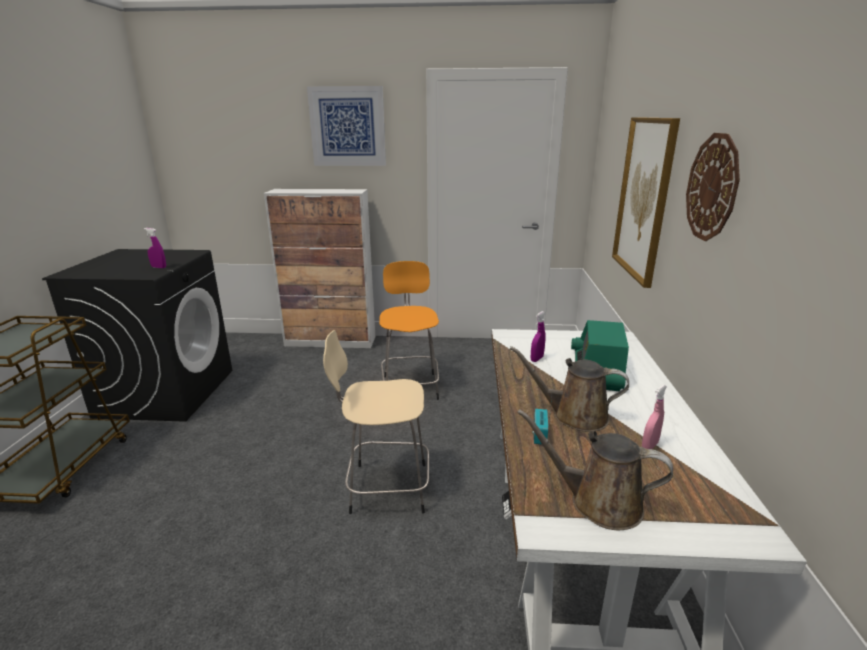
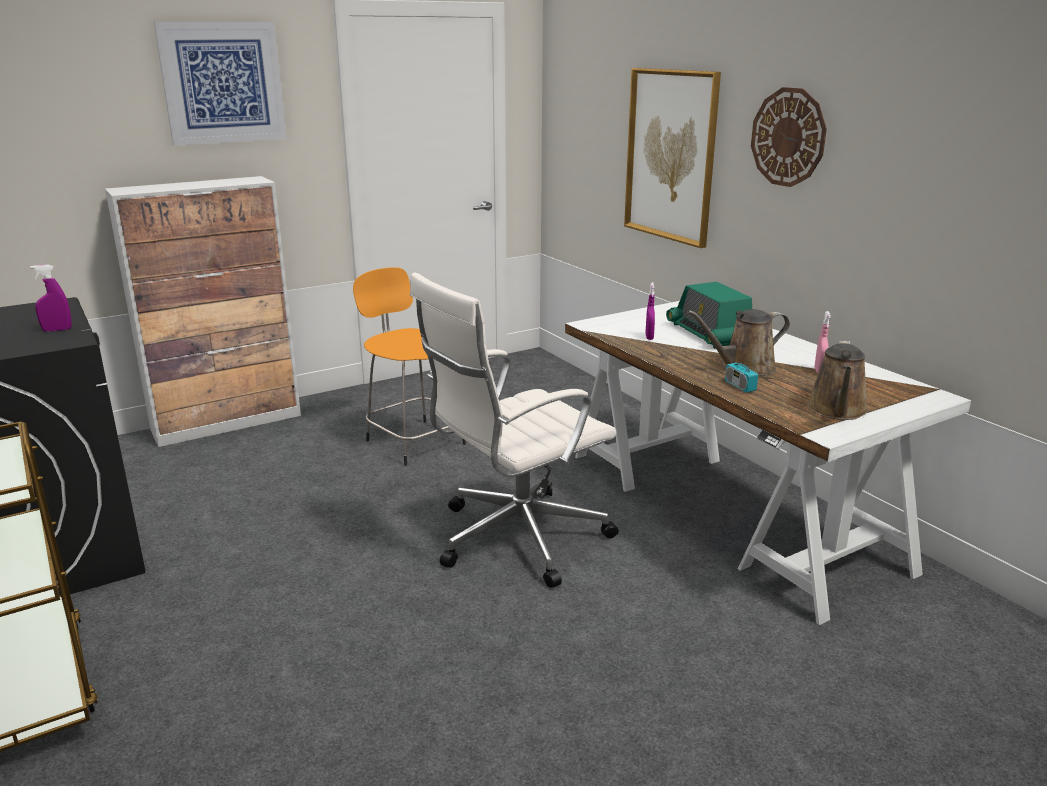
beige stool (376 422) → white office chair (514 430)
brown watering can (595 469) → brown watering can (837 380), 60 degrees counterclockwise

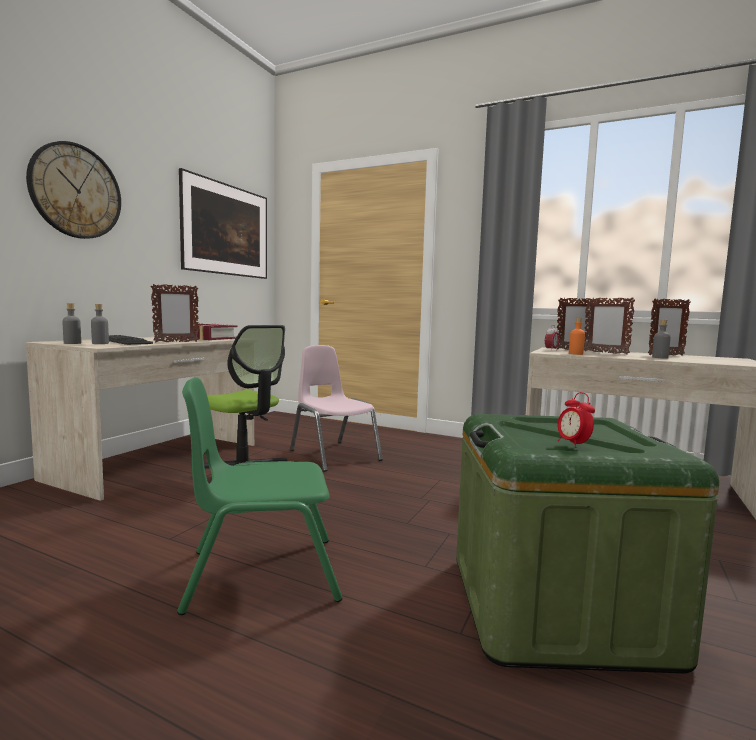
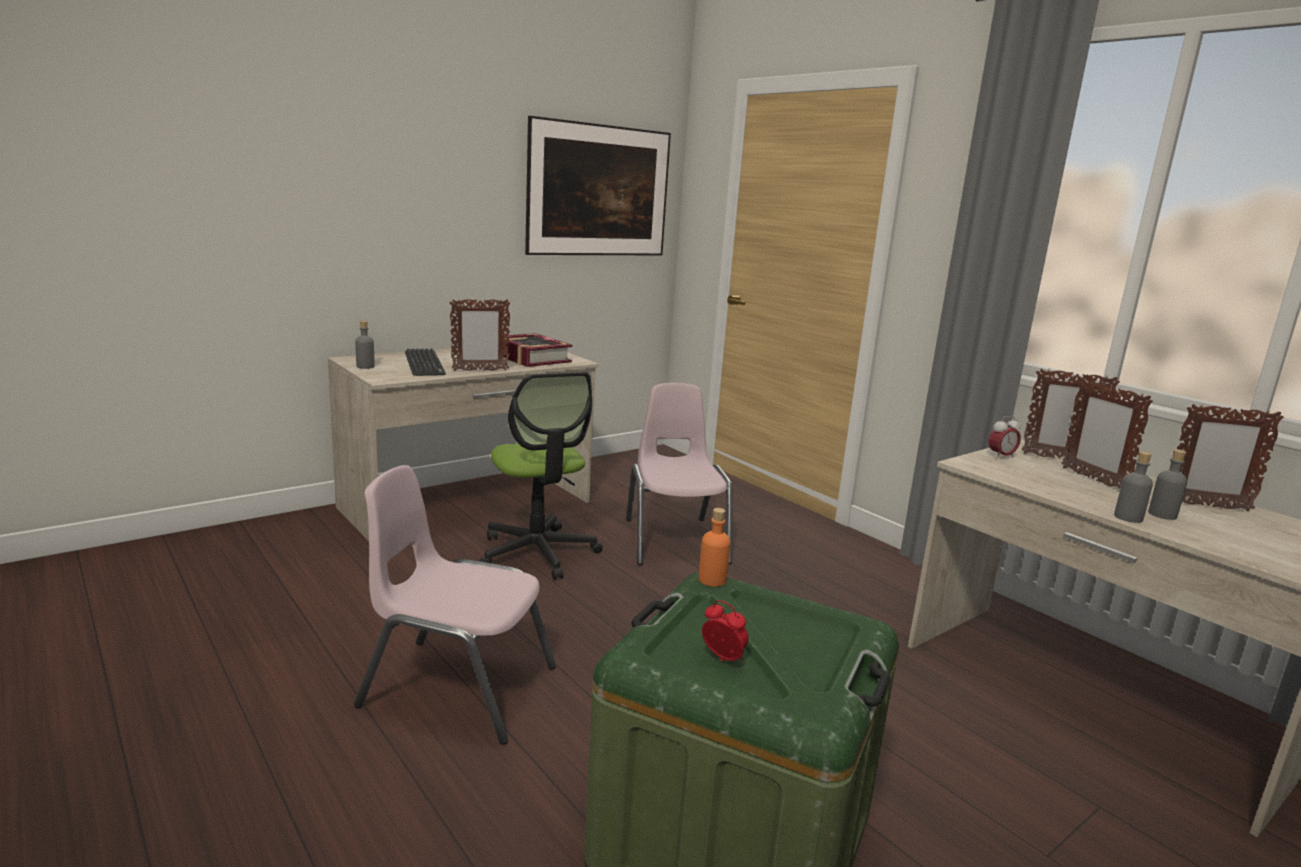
wall clock (73 190) → -
grey bottle (100 324) → grey bottle (1133 487), move
orange bottle (577 336) → orange bottle (714 547), move
green chair (260 496) → pink chair (455 605)
alarm clock (576 420) → alarm clock (725 631), 120 degrees clockwise

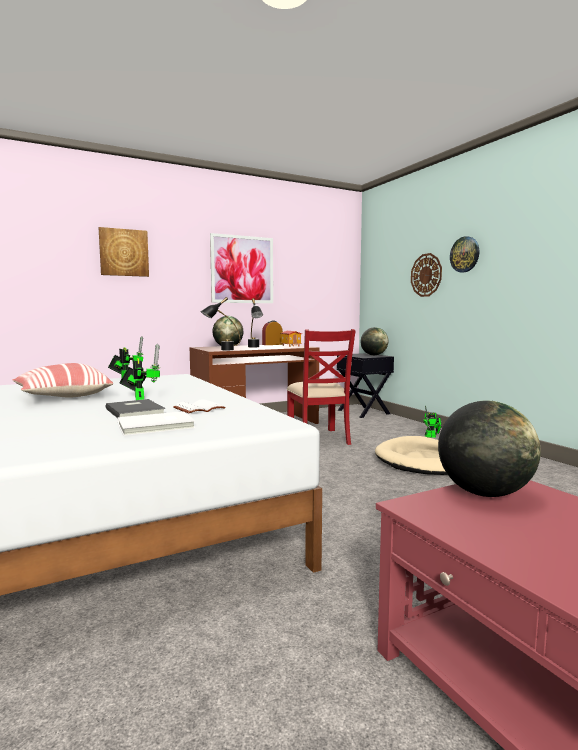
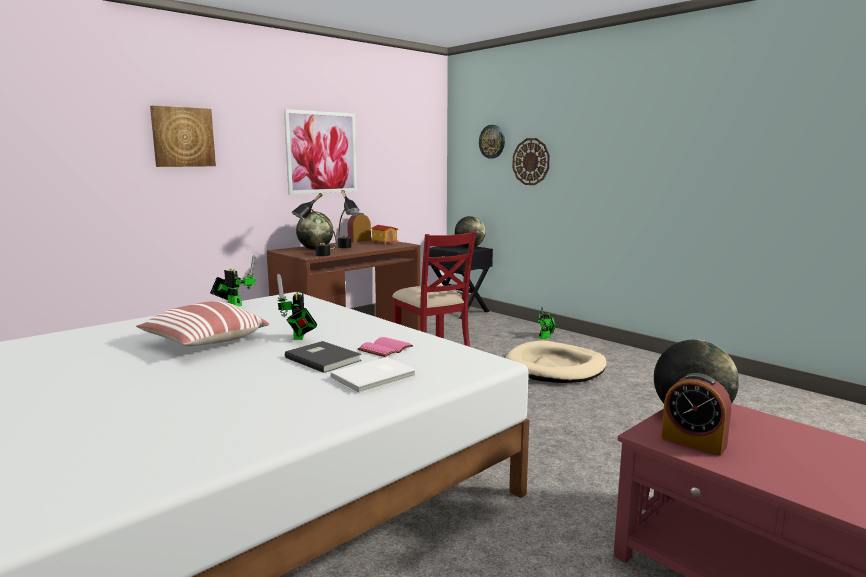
wall clock (464 254) → wall clock (492 141), move
toy robot (139 371) → toy robot (297 306), 150 degrees counterclockwise
white book (199 406) → pink book (385 347)
- → alarm clock (696 414)

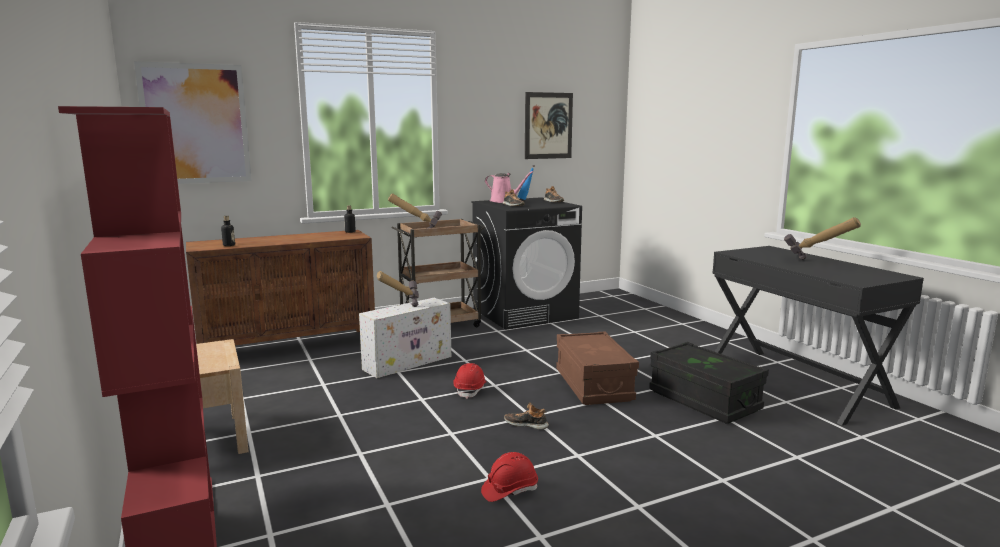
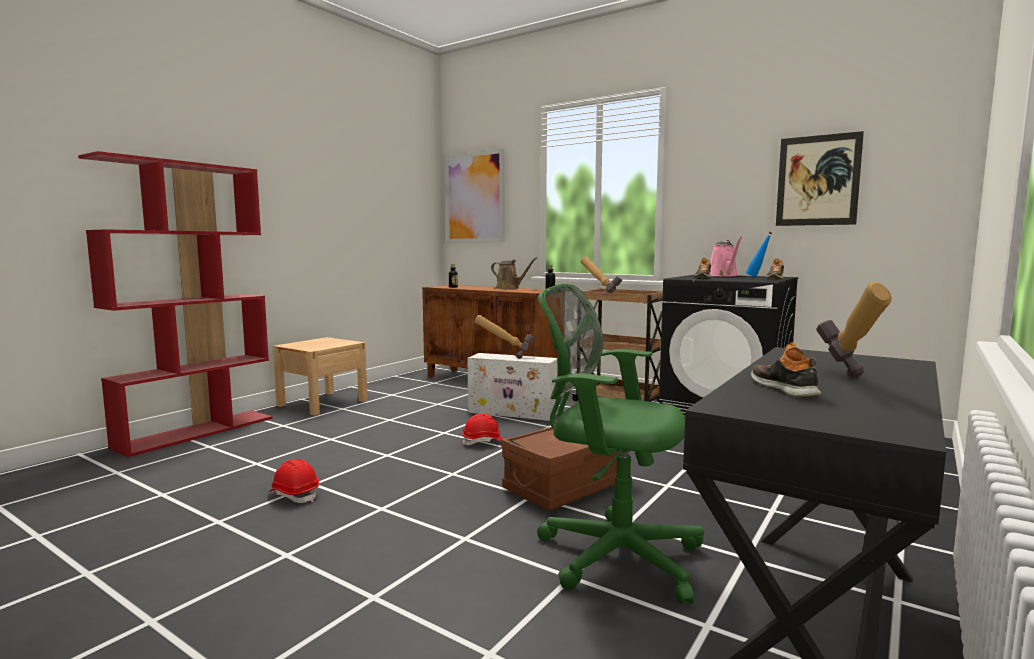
black storage box (709 383) → green office chair (620 444)
shoe (526 416) → shoe (786 369), move
- → brown watering can (514 273)

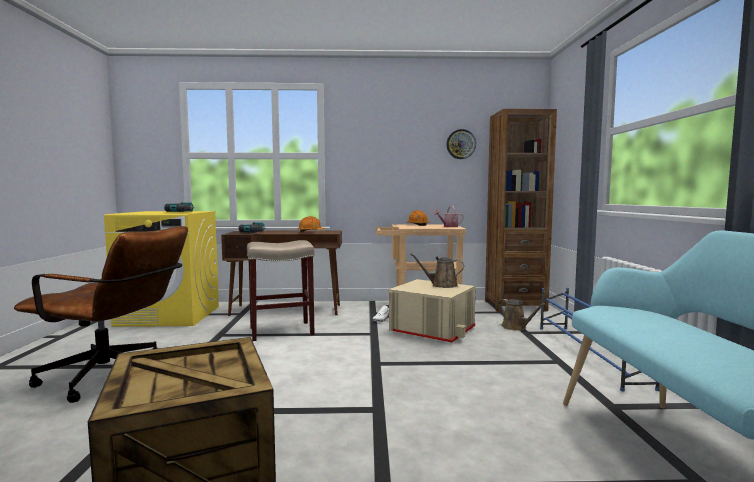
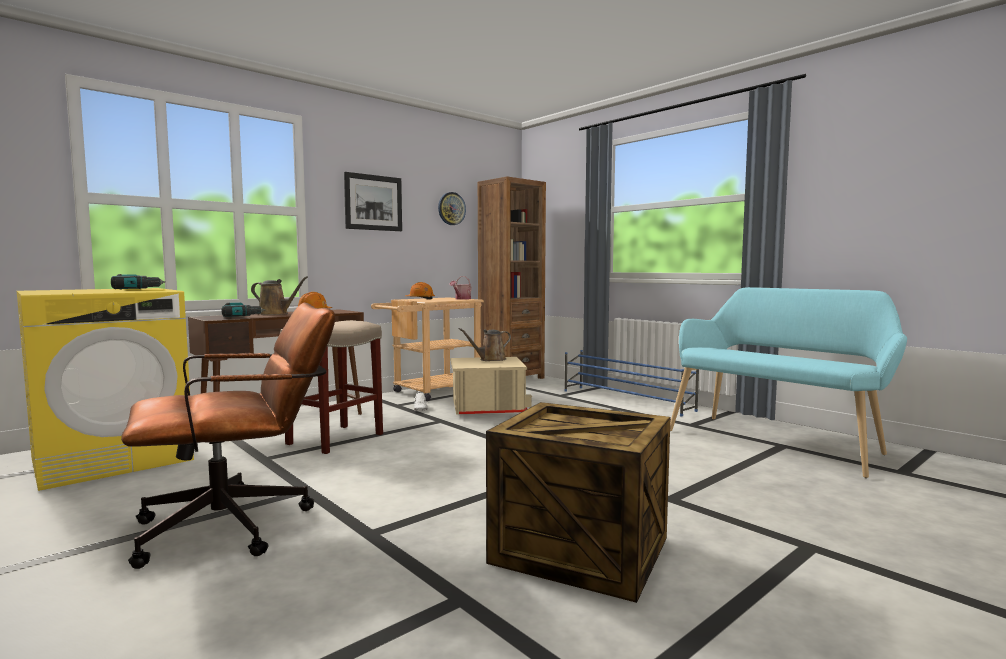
brown watering can (522 315) → brown watering can (279 295), move
- → picture (373 201)

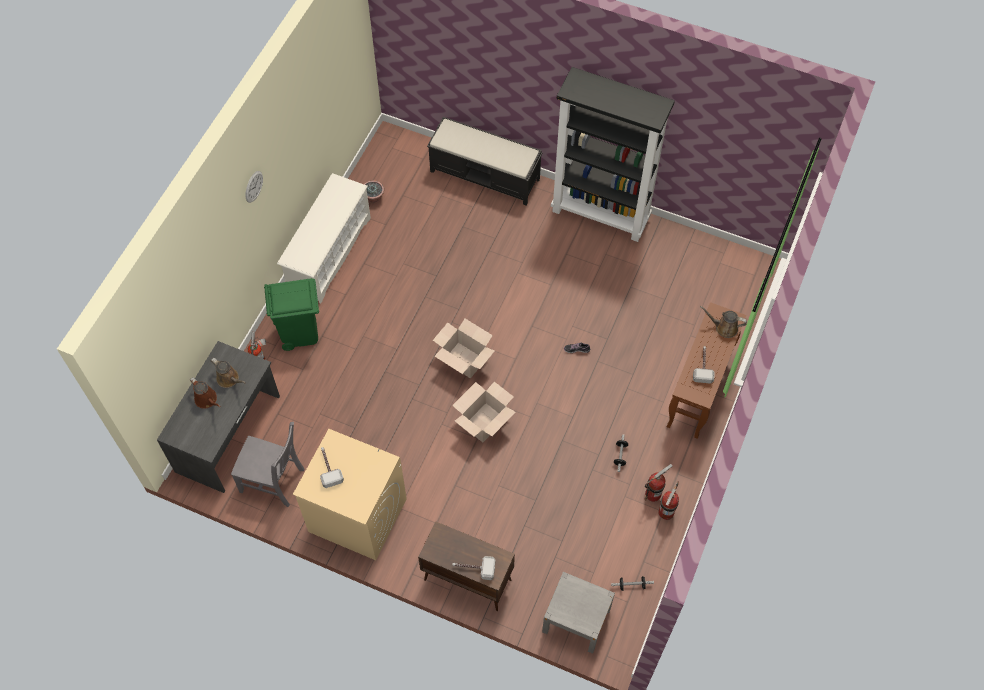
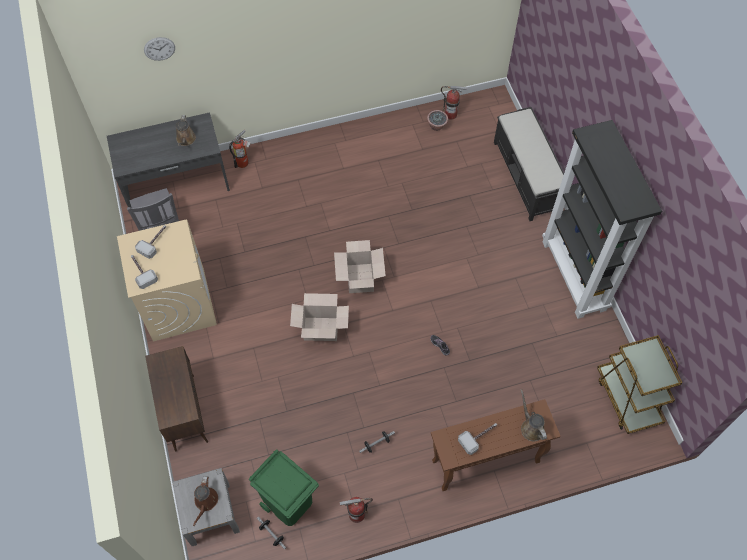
wall clock (254 187) → wall clock (159 49), move
white shoe rack (324 238) → -
green trash can (291 314) → green trash can (284 487), move
brown watering can (205 393) → brown watering can (205 501), move
fire extinguisher (659 483) → fire extinguisher (454 103), move
hammer (473 568) → hammer (144 272), move
- → brown cart (640 384)

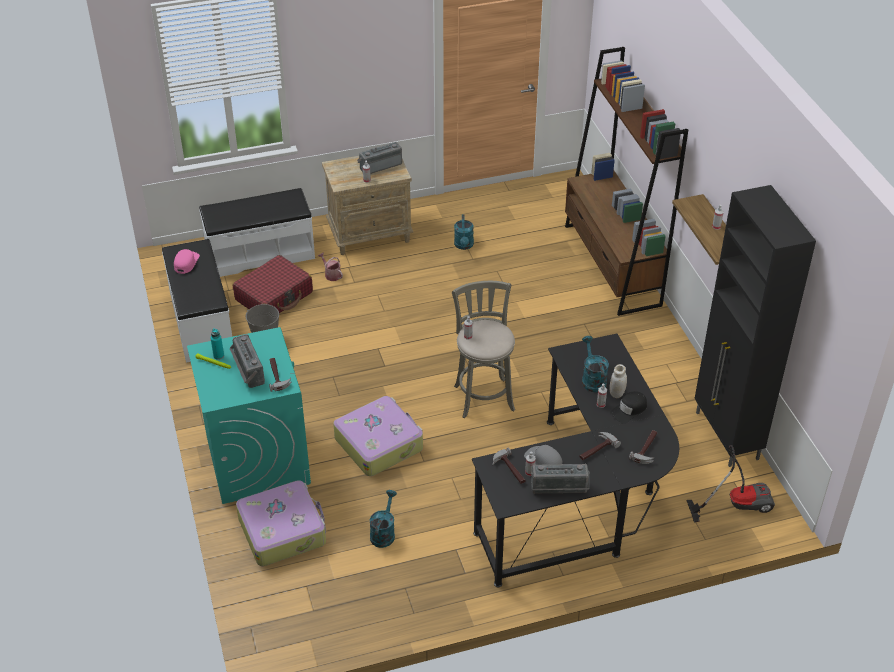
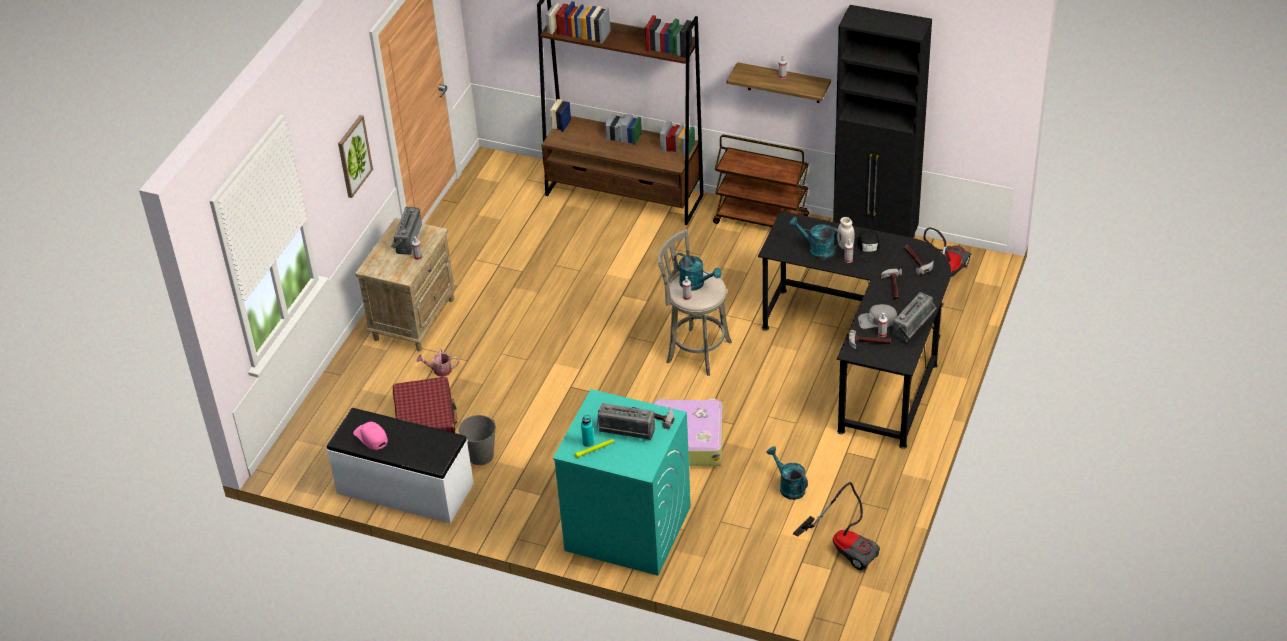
white bench (257 232) → -
turquoise watering can (464 232) → turquoise watering can (698 272), move
suitcase (281 523) → -
- → picture (355 156)
- → brown cart (761 181)
- → vacuum cleaner (836 526)

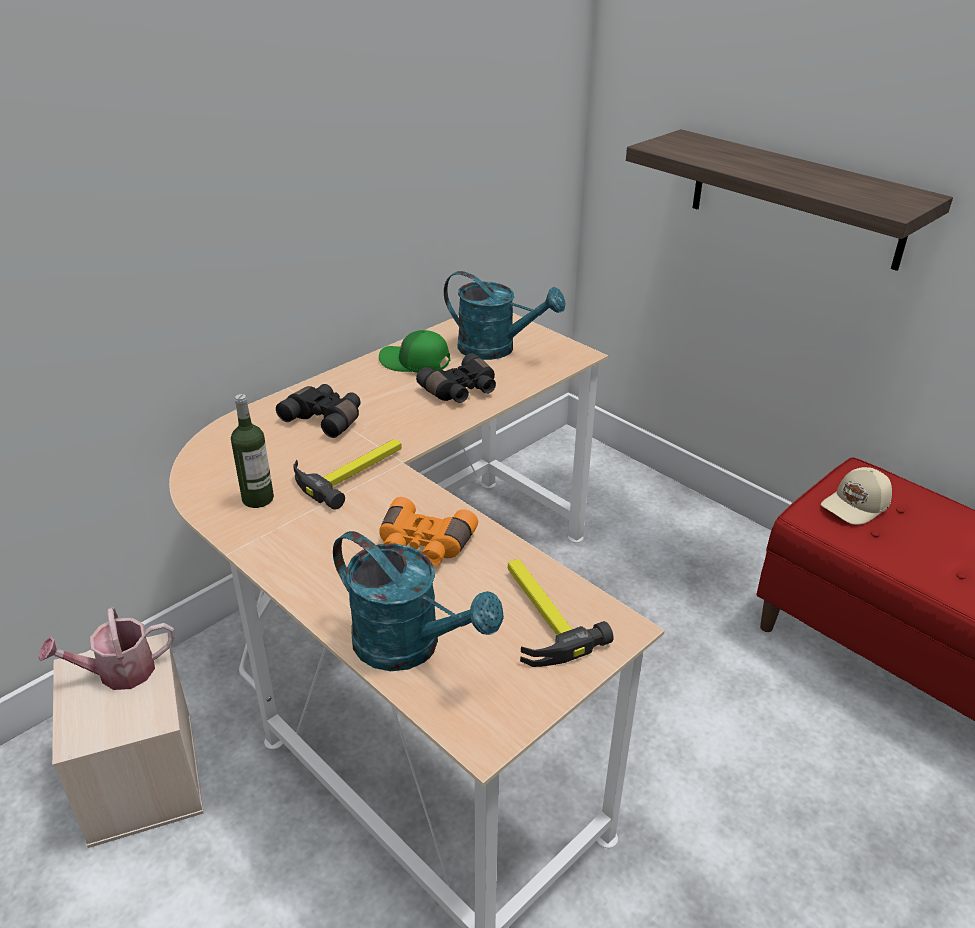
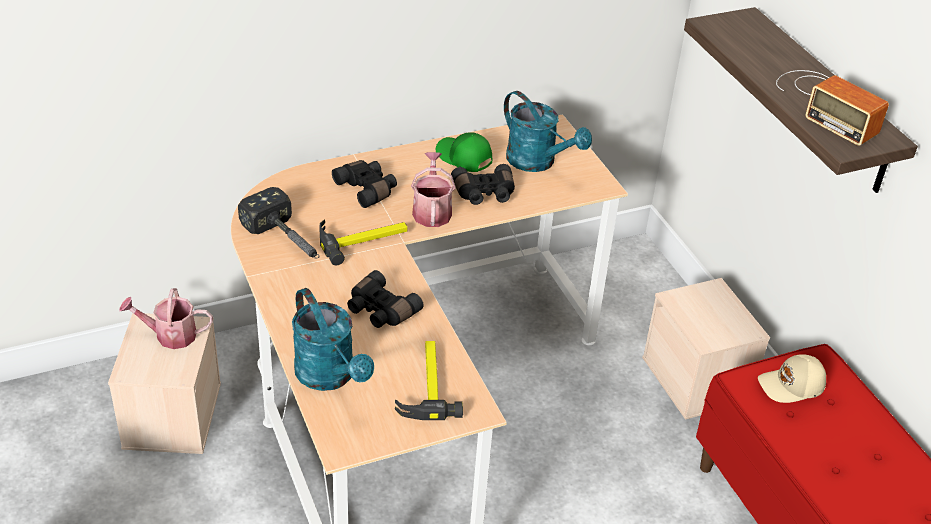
bottle (252 451) → hammer (279 223)
orange binoculars (428 531) → black binoculars (385 299)
- → radio (832 108)
- → watering can (433 189)
- → beige storage box (706 349)

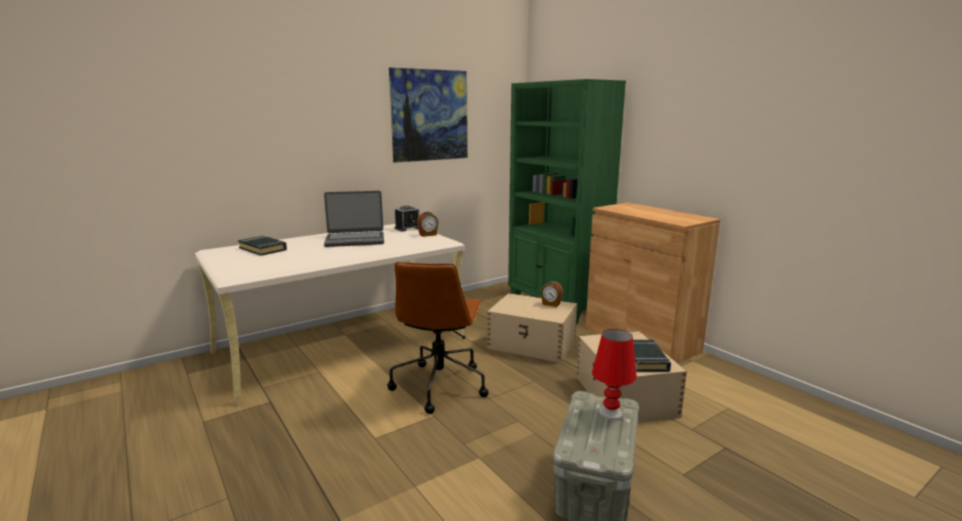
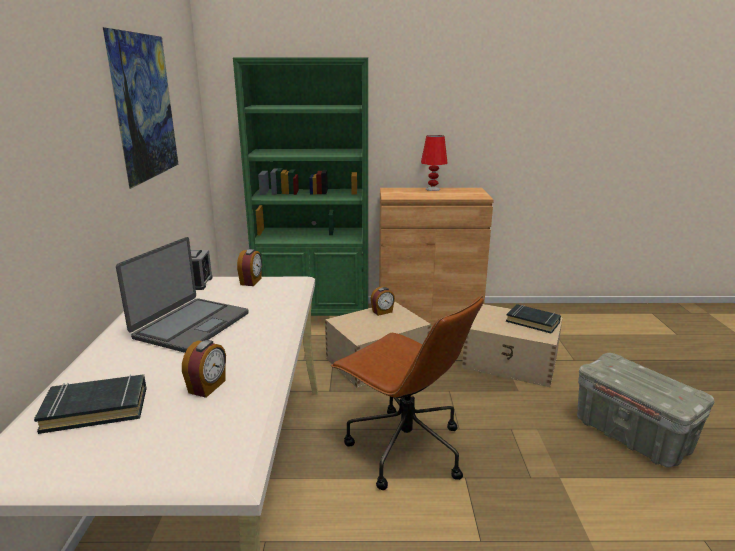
red table lamp (614 374) → red table lamp (434 163), move
- → alarm clock (204 368)

